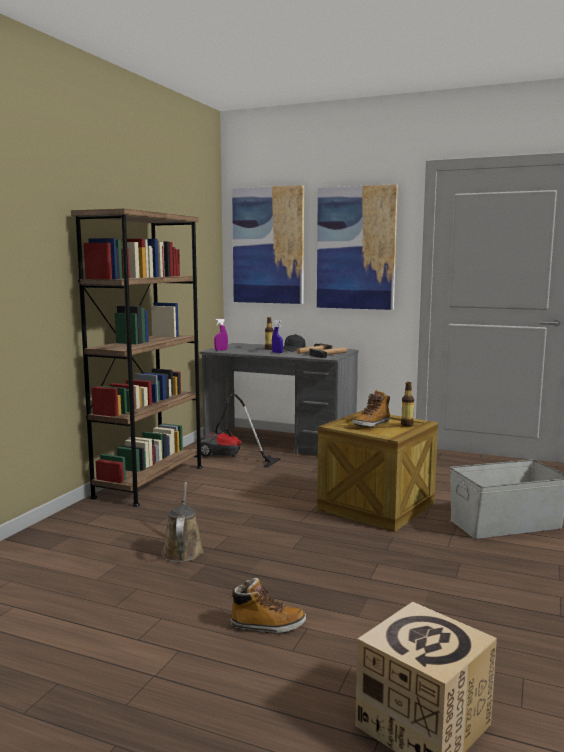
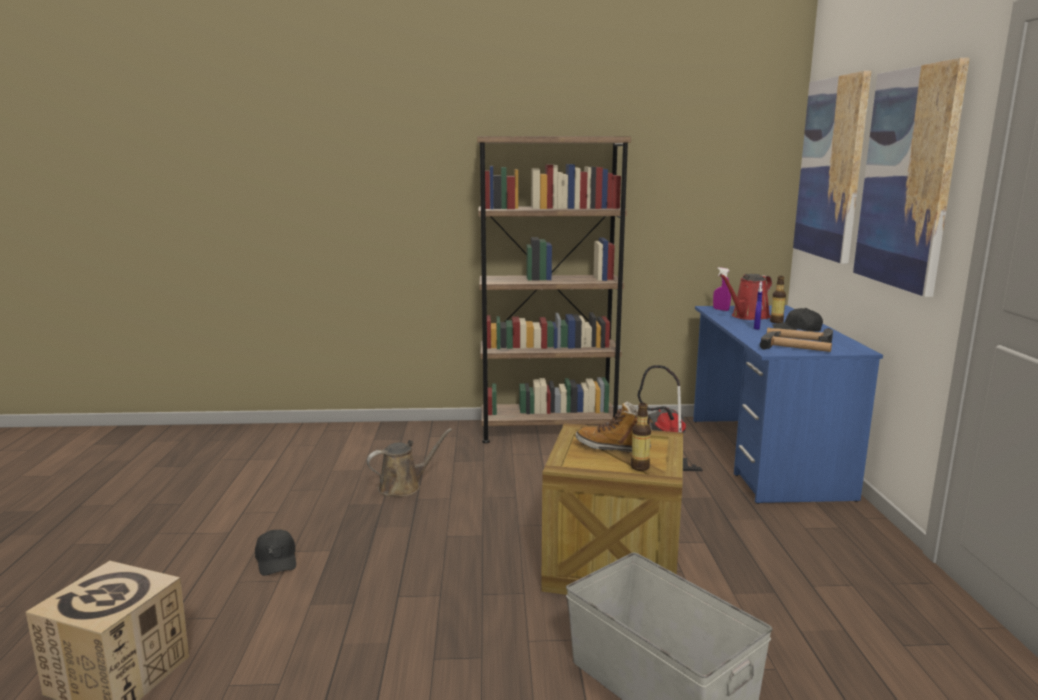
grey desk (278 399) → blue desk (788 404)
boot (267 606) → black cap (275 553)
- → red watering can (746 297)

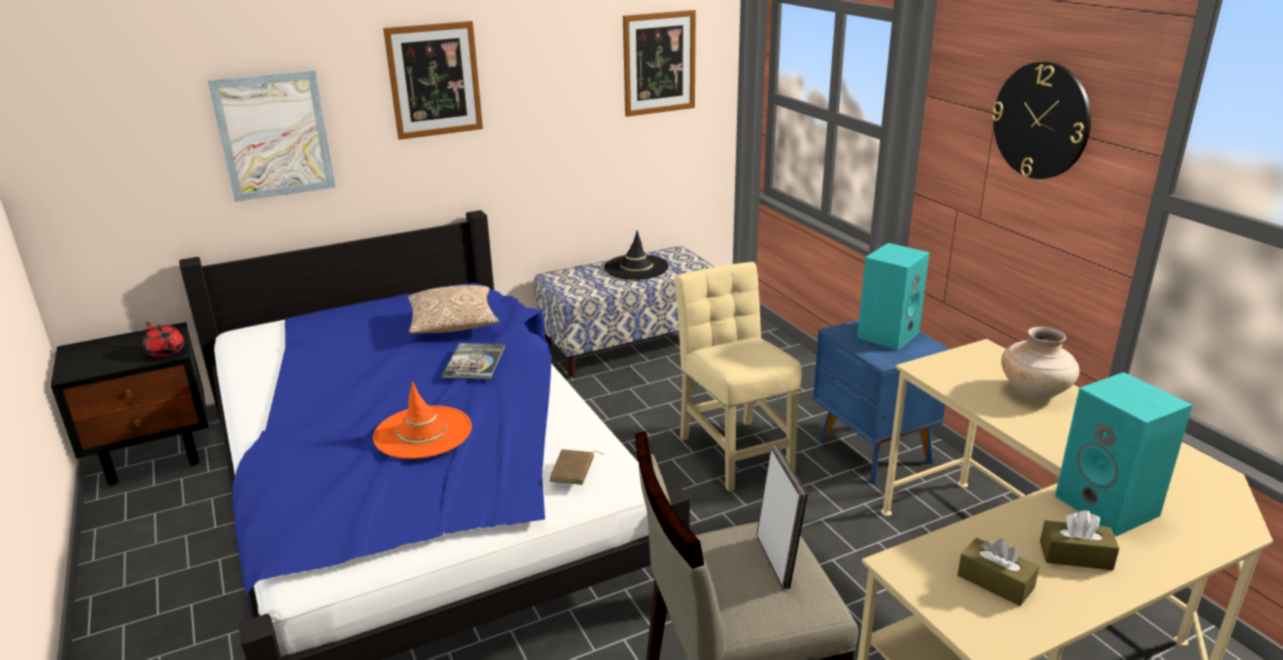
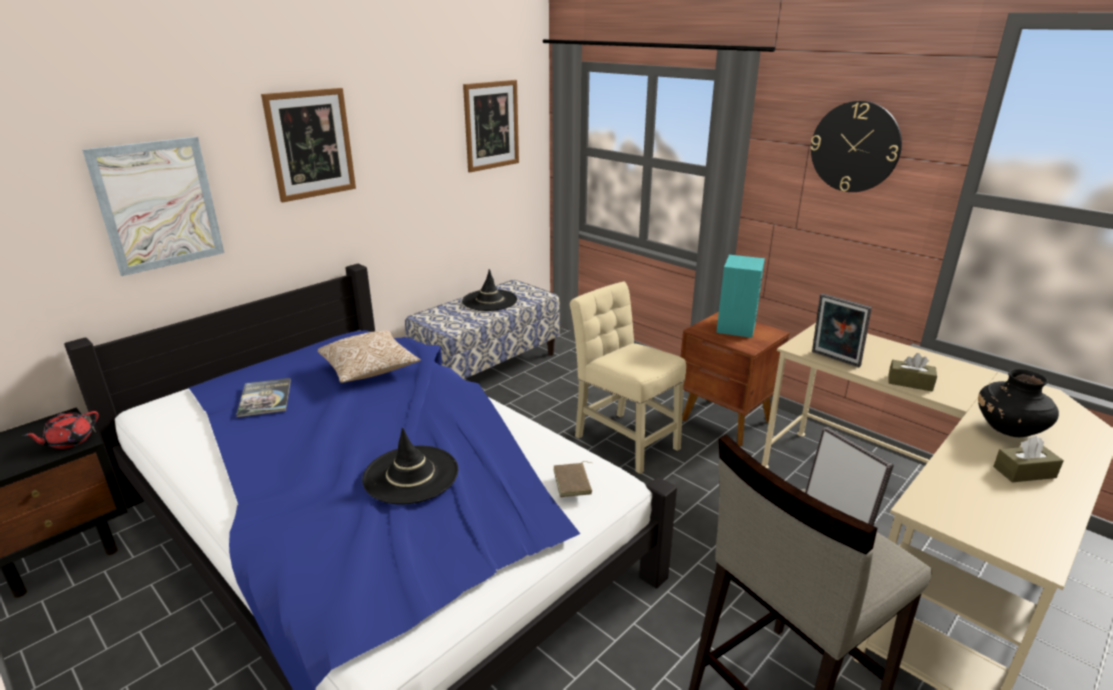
blue nightstand (881 402) → brown nightstand (735 379)
red teapot (164 339) → red teapot (61 430), 75 degrees counterclockwise
beige vase (1040 363) → -
book (473 361) → book (263 398), move
turquoise speaker (1123 454) → black vase (1018 403)
orange hat (422 420) → black hat (410 466)
brown tissue box (998 572) → brown tissue box (913 372), move
- → picture frame (842 330)

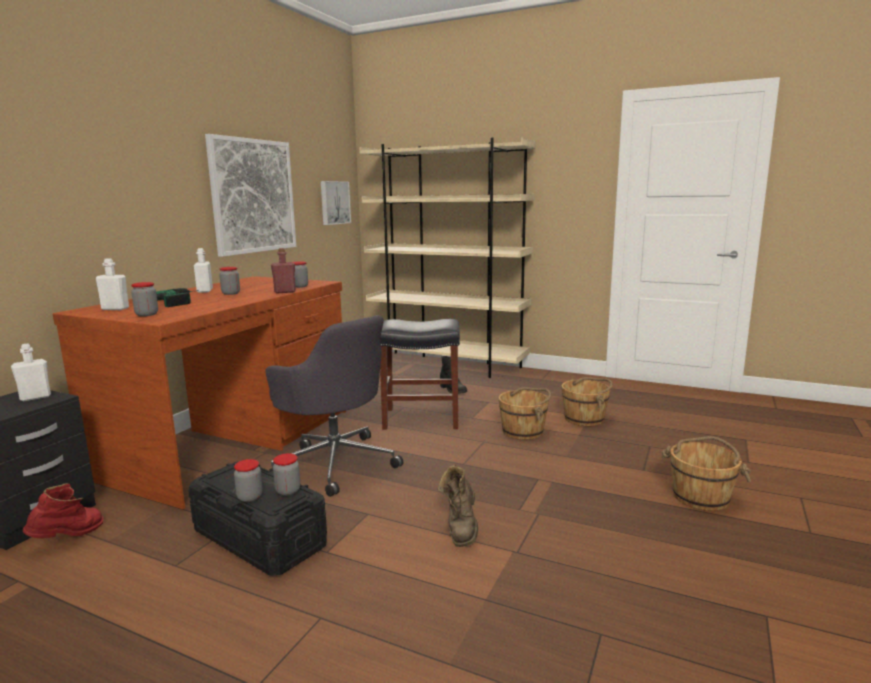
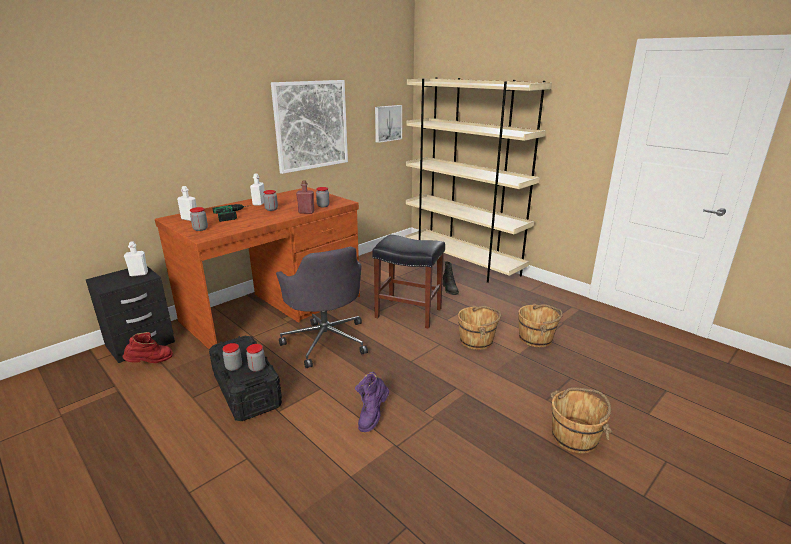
brown boot (458 506) → purple boot (372 402)

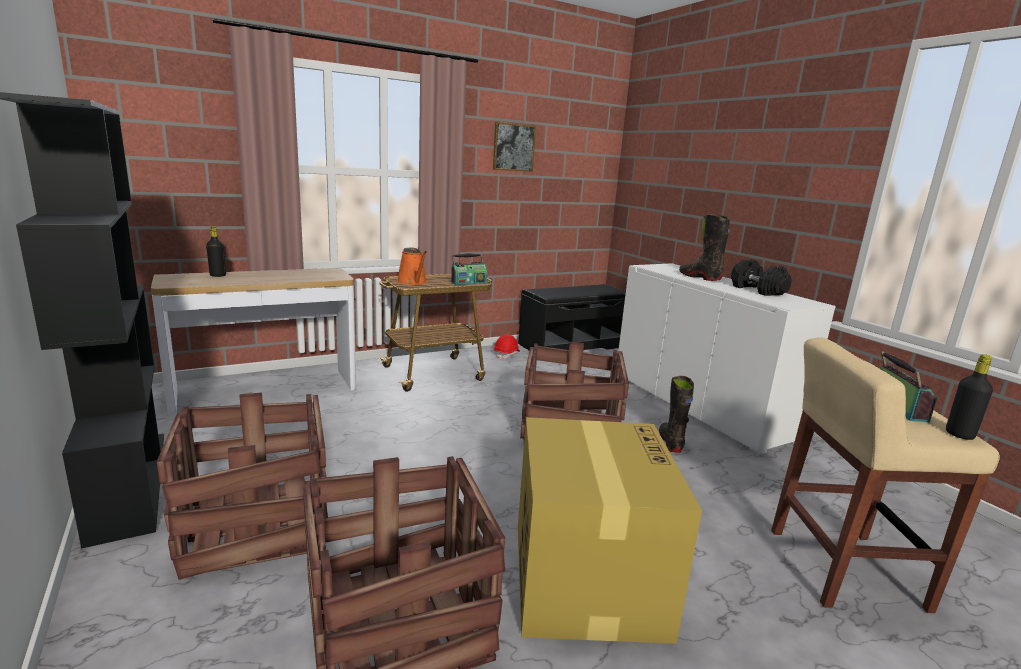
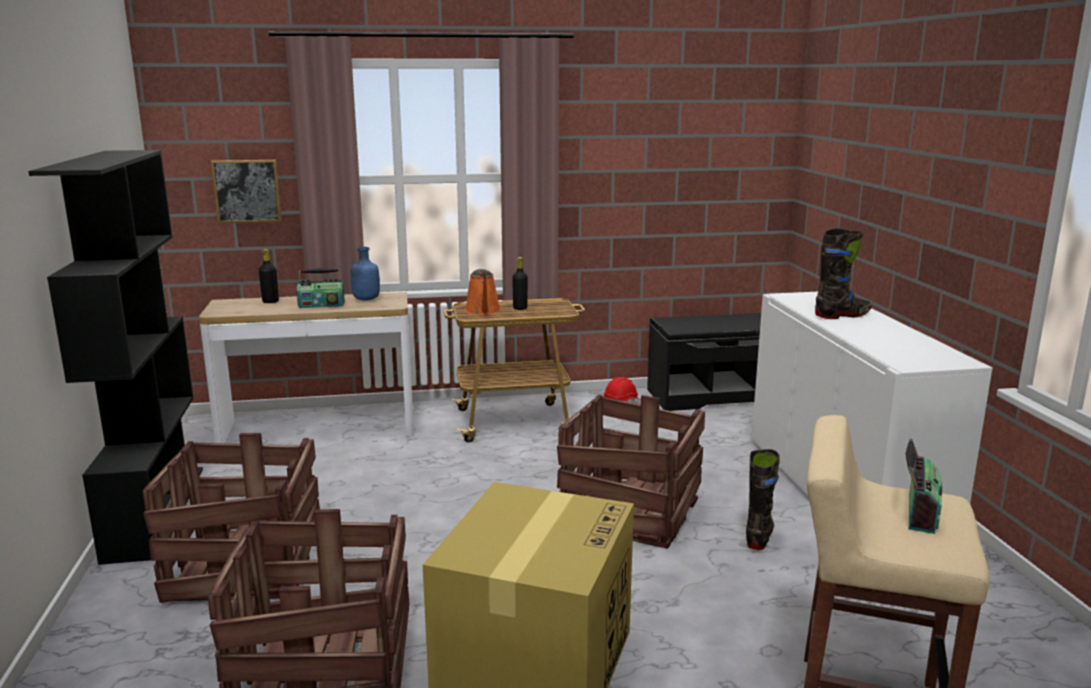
picture (514 147) → picture (246 191), move
black boot (704 247) → black boot (843 273), 90 degrees clockwise
radio (469 269) → radio (321 288), move
black dumbbell (761 277) → -
black bottle (969 397) → black bottle (520 283), move
- → blue bottle (365 274)

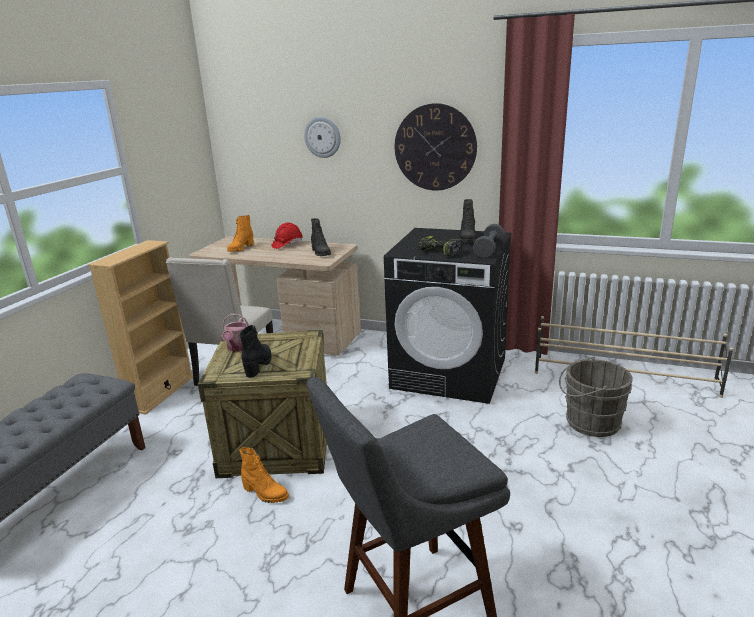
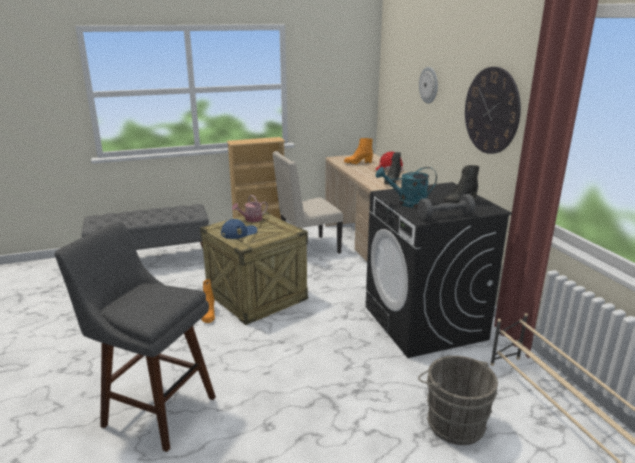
power drill (440 246) → turquoise watering can (406 187)
black boot (256 351) → blue cap (239 229)

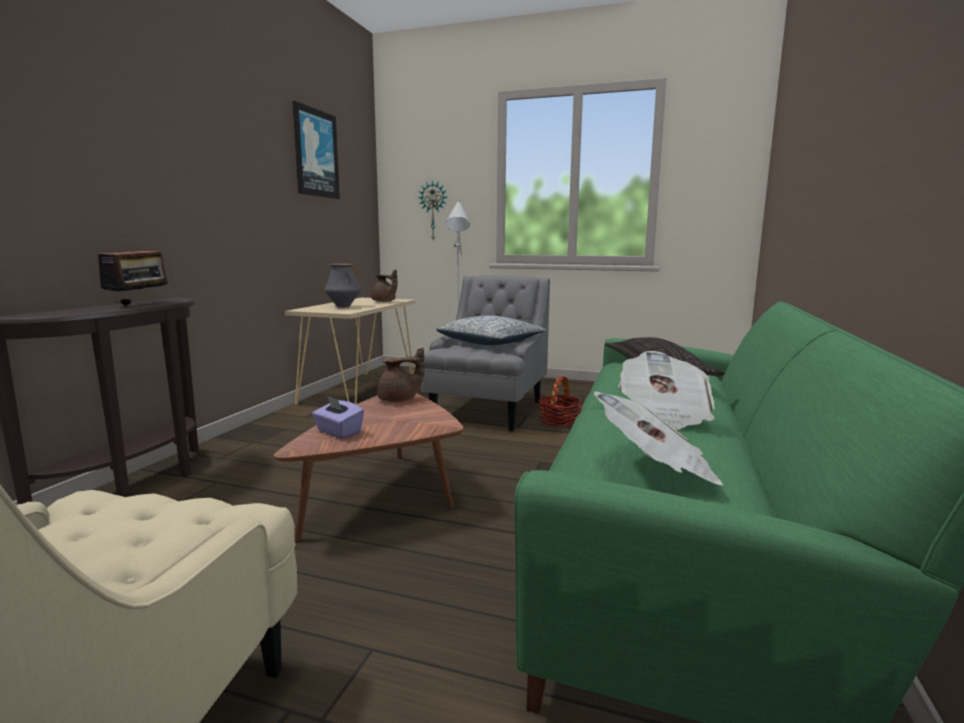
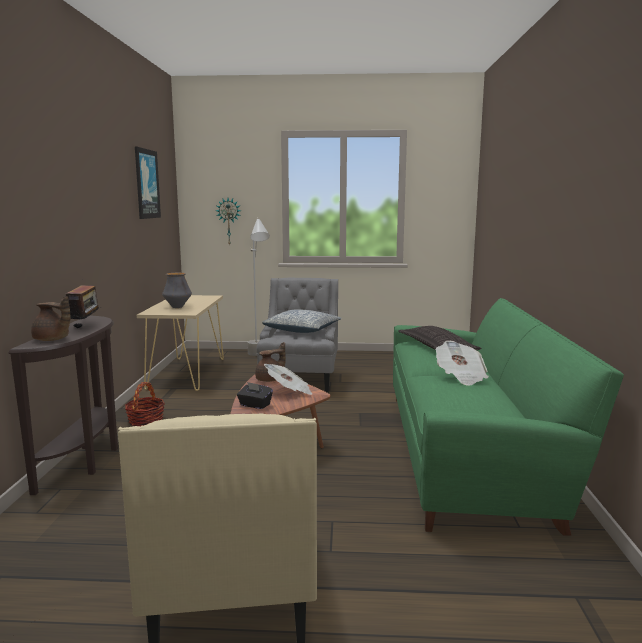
brown teapot (384 286) → brown teapot (51 318), move
basket (560 401) → basket (145 404), move
newspaper (659 438) → newspaper (288 379), move
purple tissue box (338 417) → black tissue box (255 395)

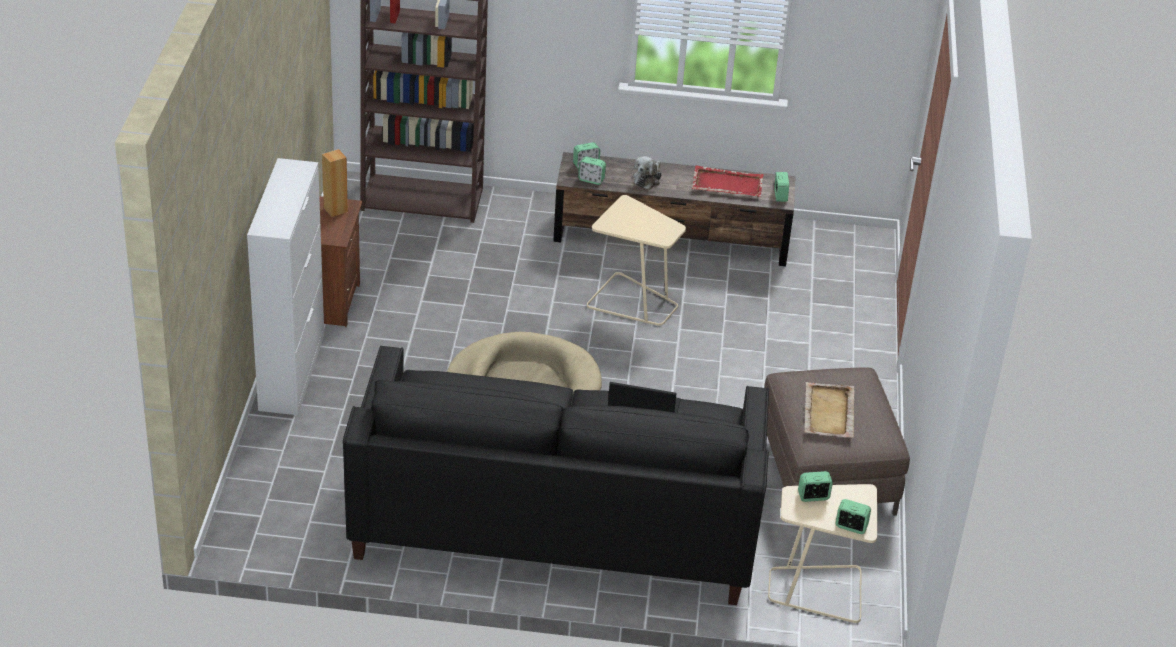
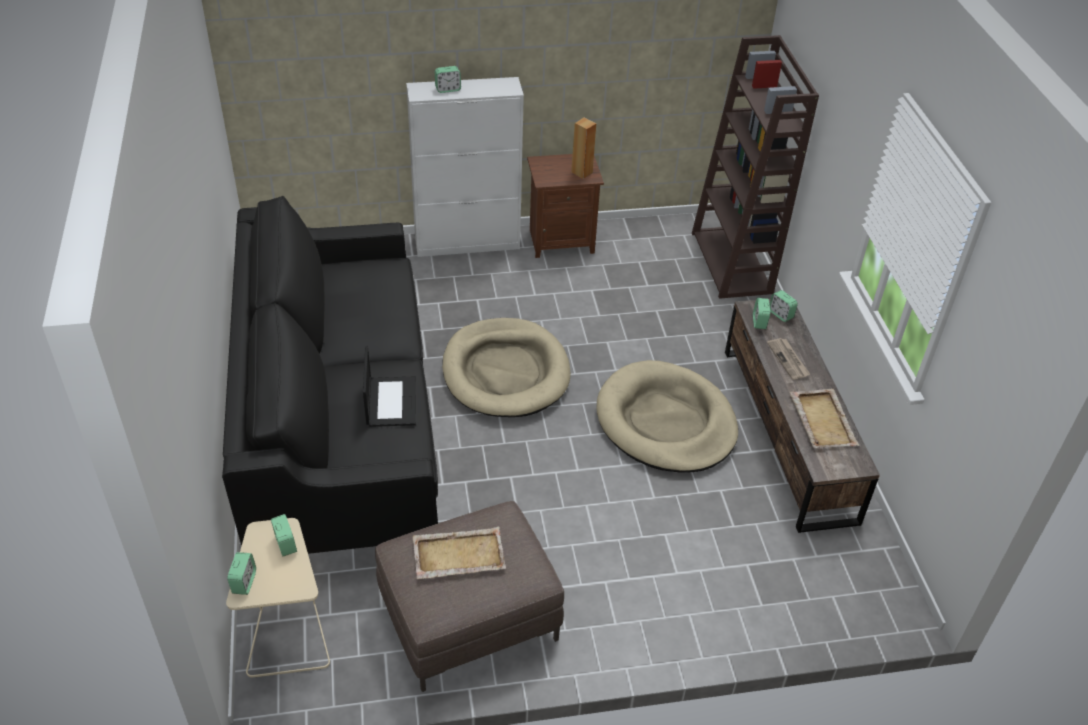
plush toy (647 173) → newspaper (788 359)
red tray (727 181) → beige tray (825 418)
alarm clock (781 187) → alarm clock (448 79), move
beige side table (636 260) → beige dog bed (667 416)

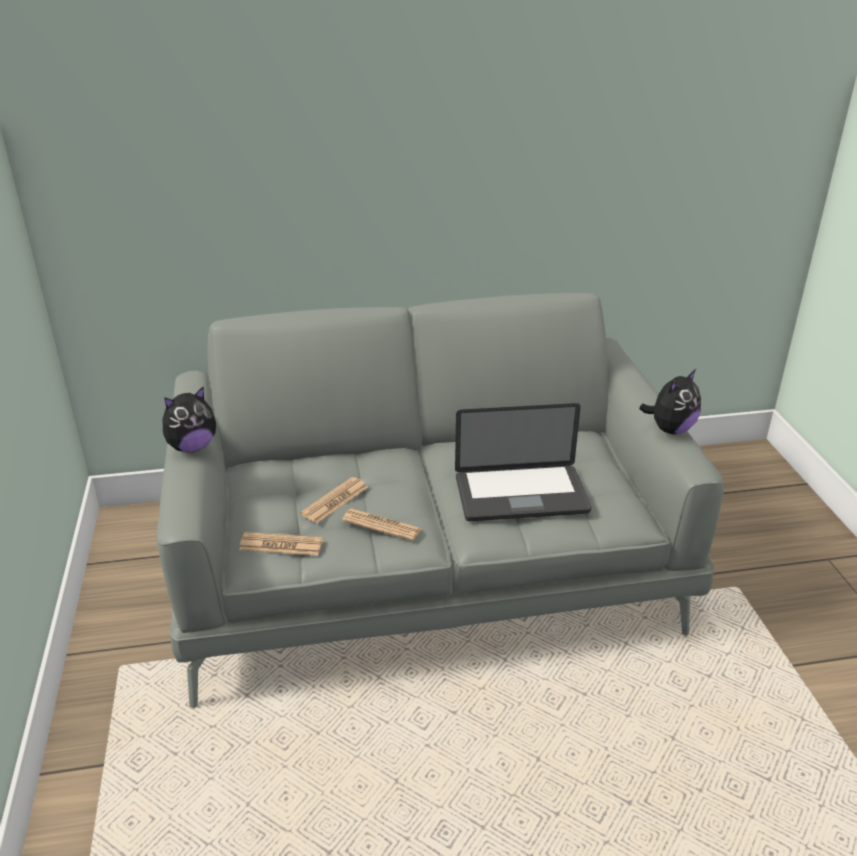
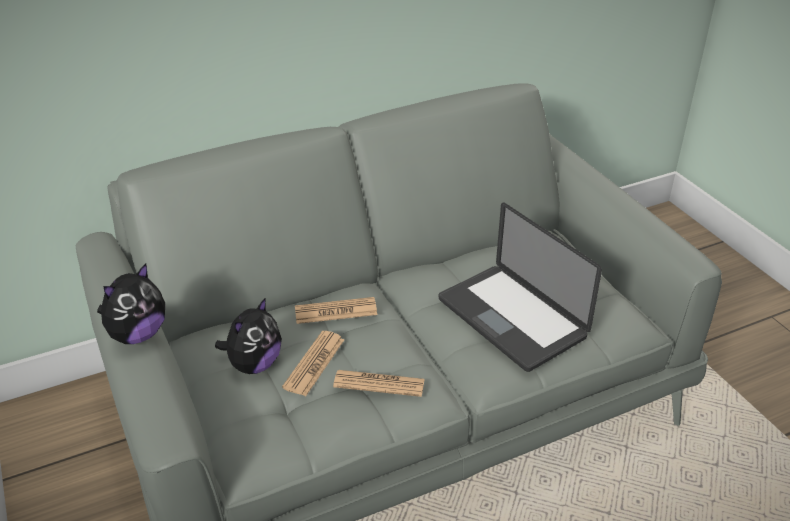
plush toy (670 401) → plush toy (248 335), move
laptop (523 462) → laptop (520 287), 75 degrees clockwise
newspaper (281 543) → newspaper (336 310), move

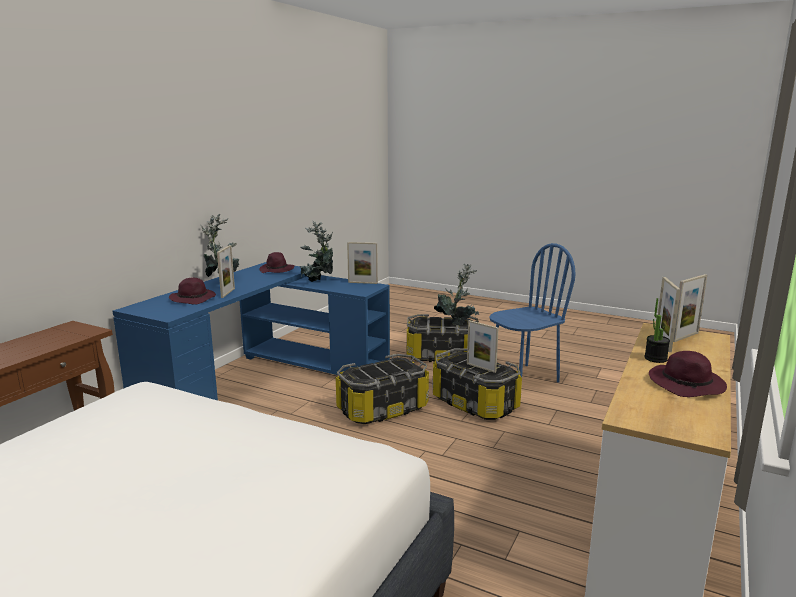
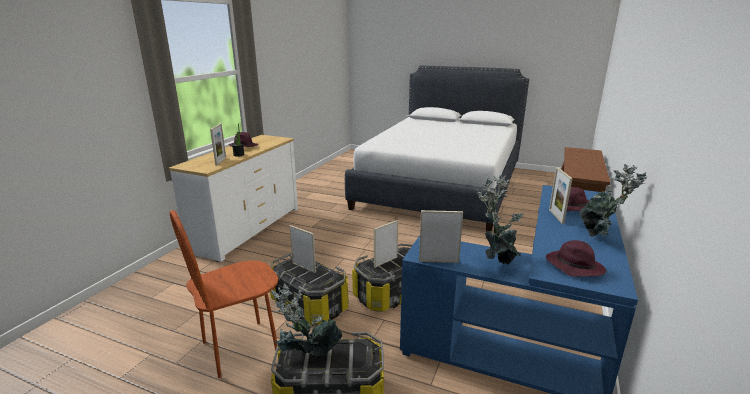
blue chair (532 313) → brown chair (223 294)
picture frame (690 308) → picture frame (386 244), move

